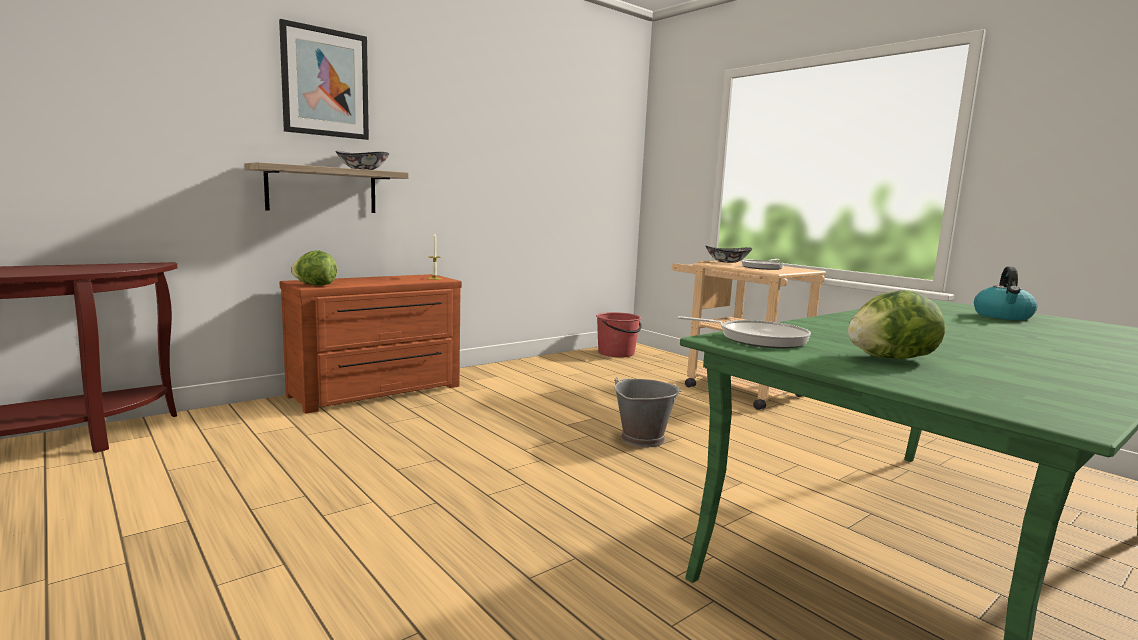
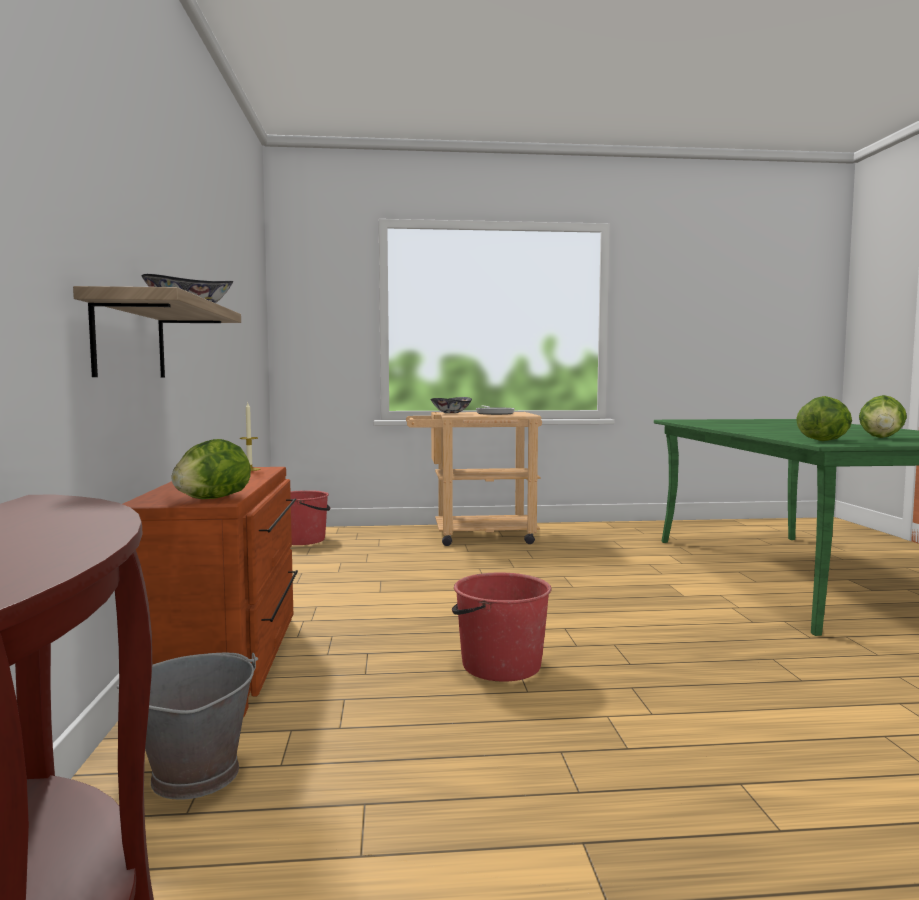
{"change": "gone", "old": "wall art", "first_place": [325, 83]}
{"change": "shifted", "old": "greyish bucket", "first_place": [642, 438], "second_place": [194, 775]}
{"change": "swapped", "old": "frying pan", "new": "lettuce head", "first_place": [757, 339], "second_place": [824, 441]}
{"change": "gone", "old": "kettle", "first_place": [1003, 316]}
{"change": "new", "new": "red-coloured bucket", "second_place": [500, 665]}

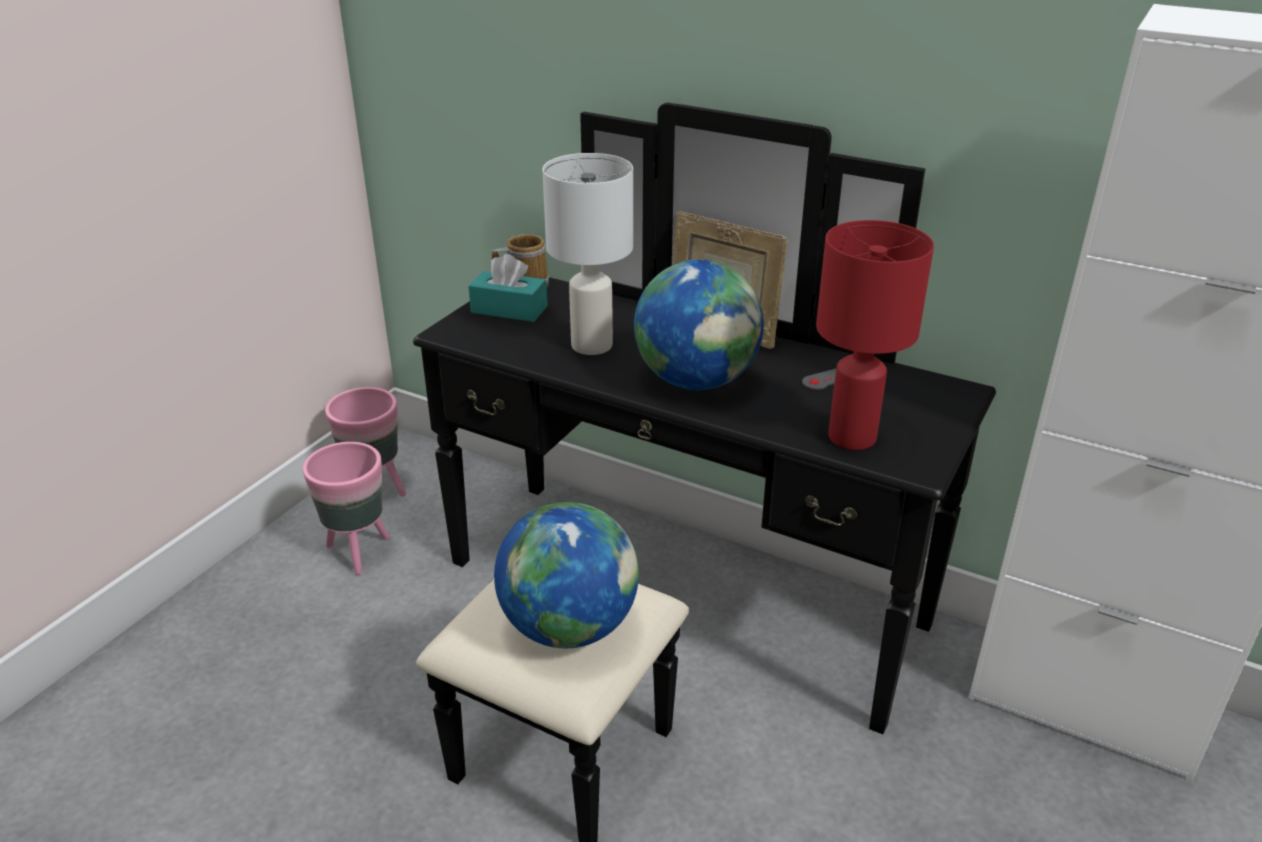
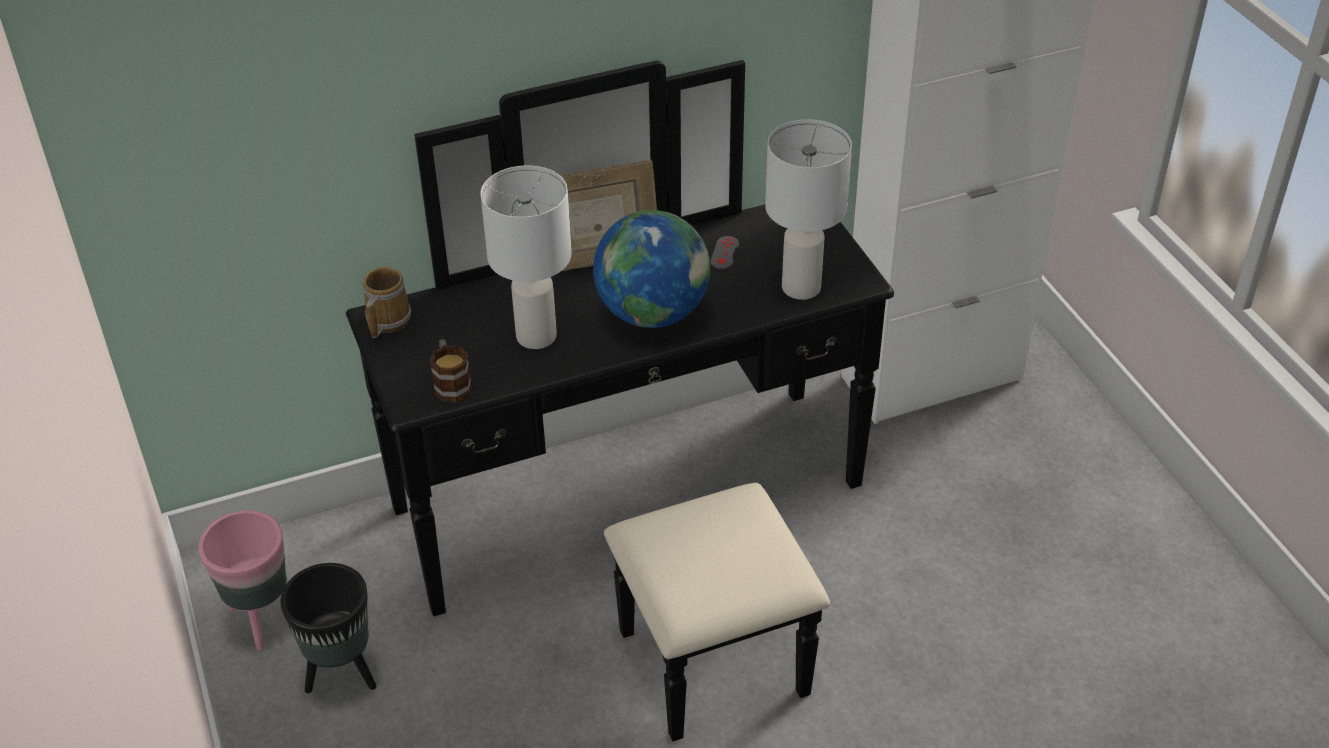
{"change": "repainted", "old": "pinkish plant pot", "new": "black plant pot", "first_place": [359, 552], "second_place": [343, 673]}
{"change": "gone", "old": "turquoise tissue box", "first_place": [509, 309]}
{"change": "gone", "old": "globe", "first_place": [569, 627]}
{"change": "repainted", "old": "red-coloured tabletop lamp", "new": "whitish tabletop lamp", "first_place": [852, 436], "second_place": [800, 286]}
{"change": "new", "new": "mug", "second_place": [451, 384]}

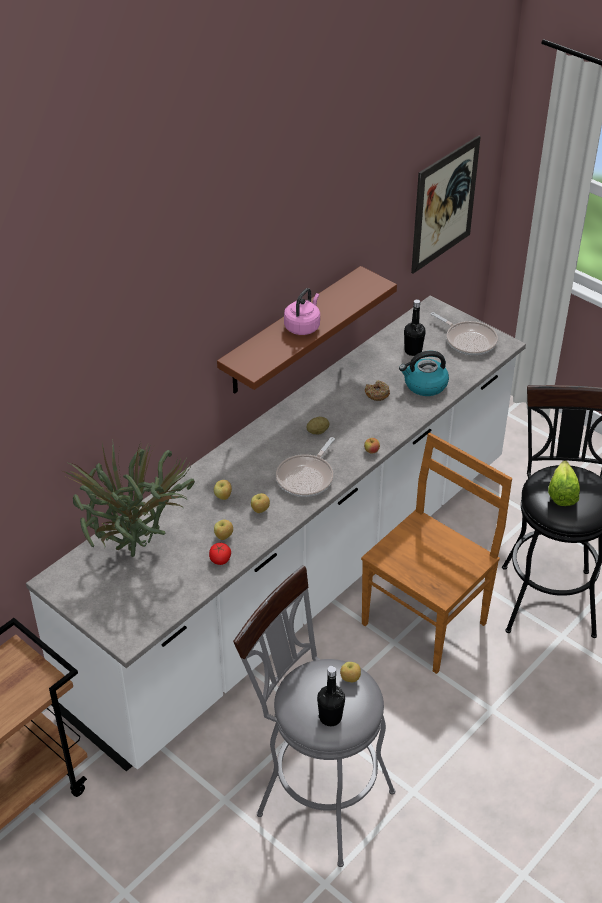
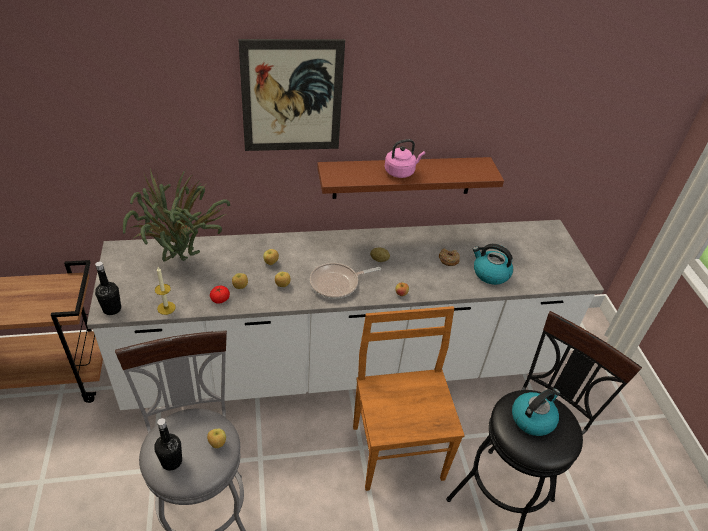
{"change": "rotated", "old": "brown upright chair", "first_place": [426, 621], "second_place": [397, 449], "degrees": -90}
{"change": "shifted", "old": "black beverage bottle", "first_place": [413, 351], "second_place": [112, 309]}
{"change": "shifted", "old": "wall art", "first_place": [444, 204], "second_place": [292, 97]}
{"change": "gone", "old": "frying pan", "first_place": [468, 340]}
{"change": "swapped", "old": "lettuce head", "new": "kettle", "first_place": [563, 491], "second_place": [532, 418]}
{"change": "new", "new": "wax candle", "second_place": [166, 308]}

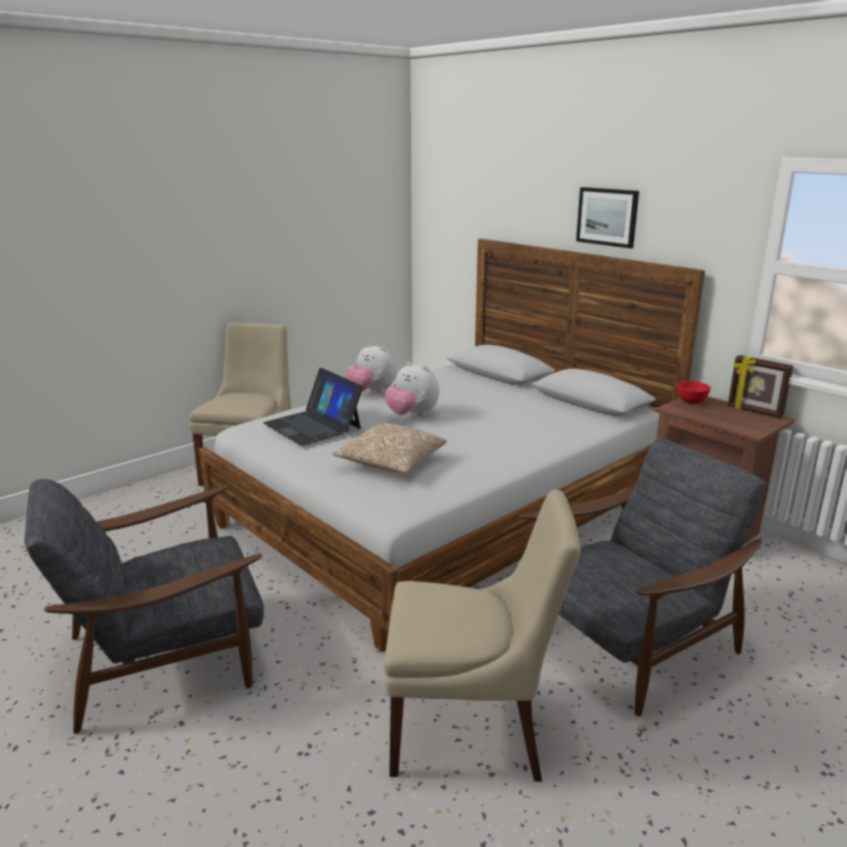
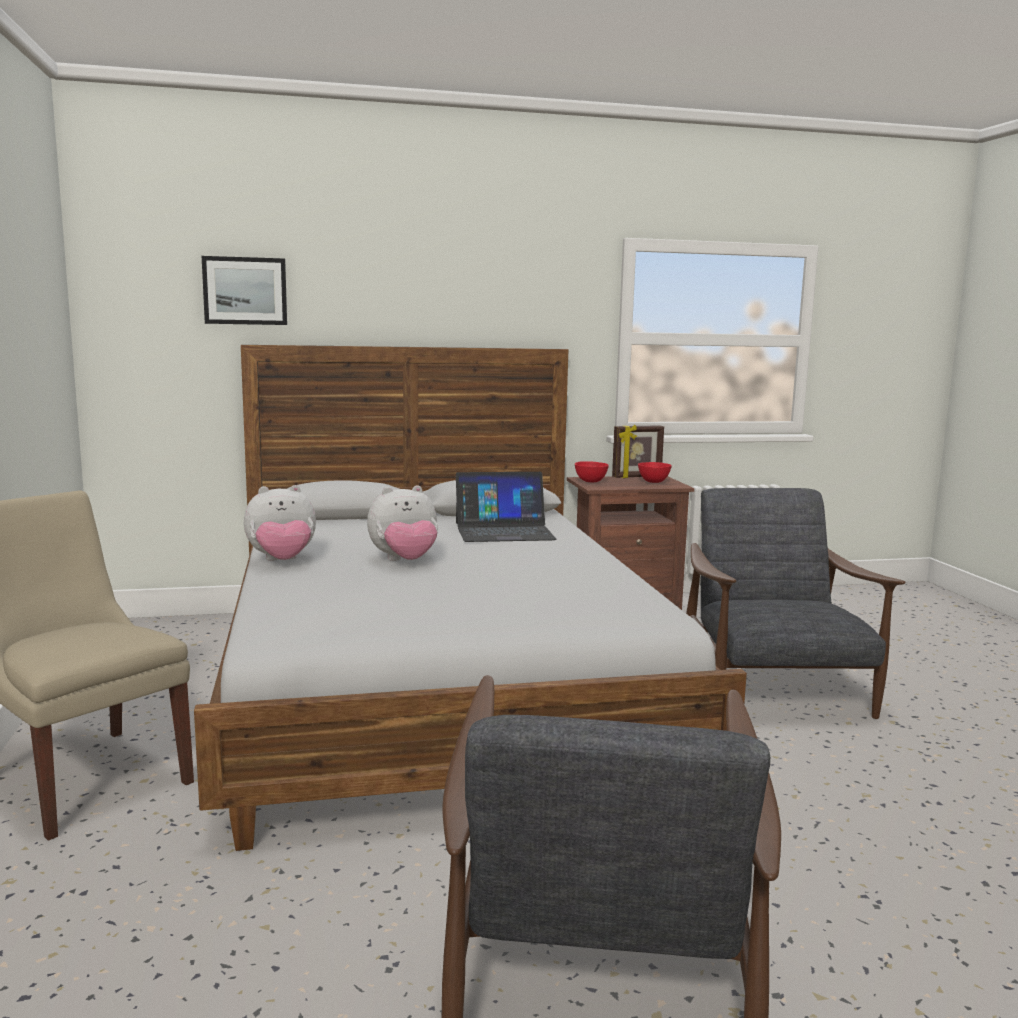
{"change": "shifted", "old": "laptop", "first_place": [313, 425], "second_place": [504, 531]}
{"change": "gone", "old": "cushion", "first_place": [391, 463]}
{"change": "gone", "old": "beige upright chair", "first_place": [472, 729]}
{"change": "shifted", "old": "wall art", "first_place": [607, 217], "second_place": [245, 291]}
{"change": "new", "new": "red-coloured serving bowl", "second_place": [653, 482]}

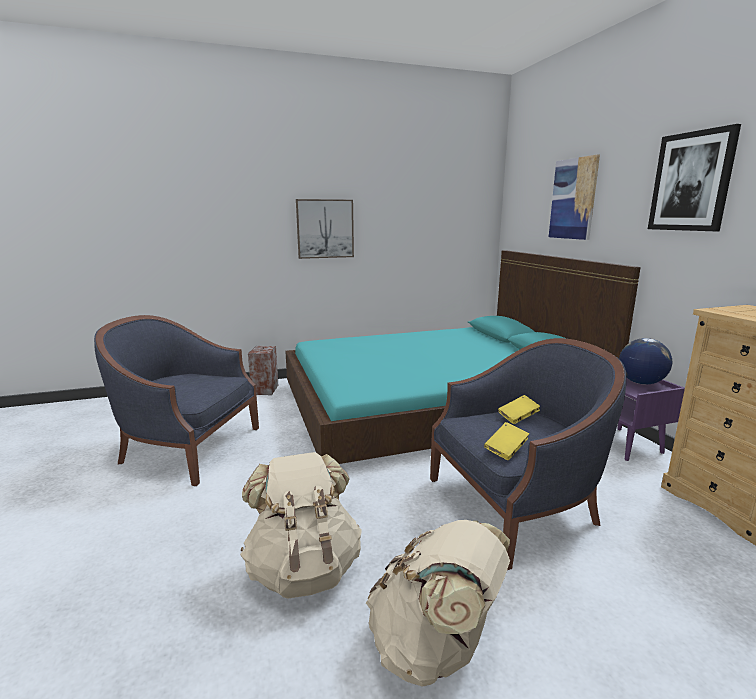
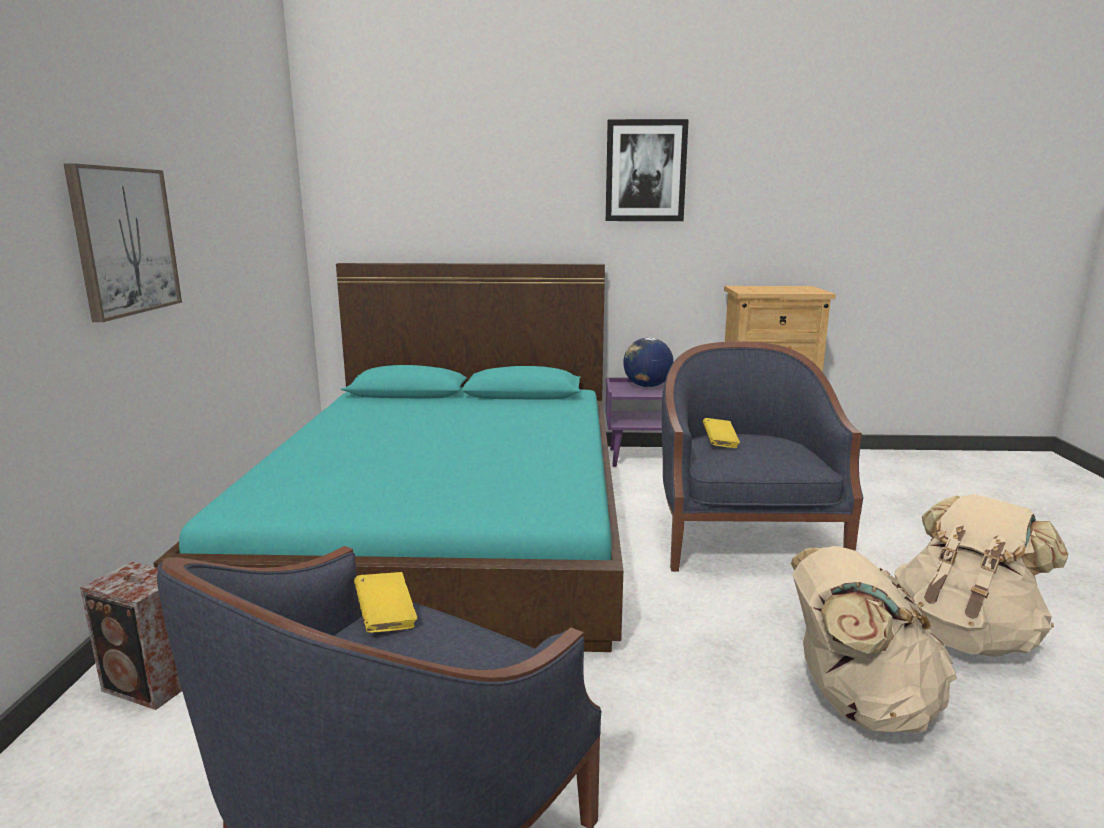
{"change": "shifted", "old": "yellow bound book", "first_place": [506, 450], "second_place": [386, 618]}
{"change": "gone", "old": "wall art", "first_place": [573, 199]}

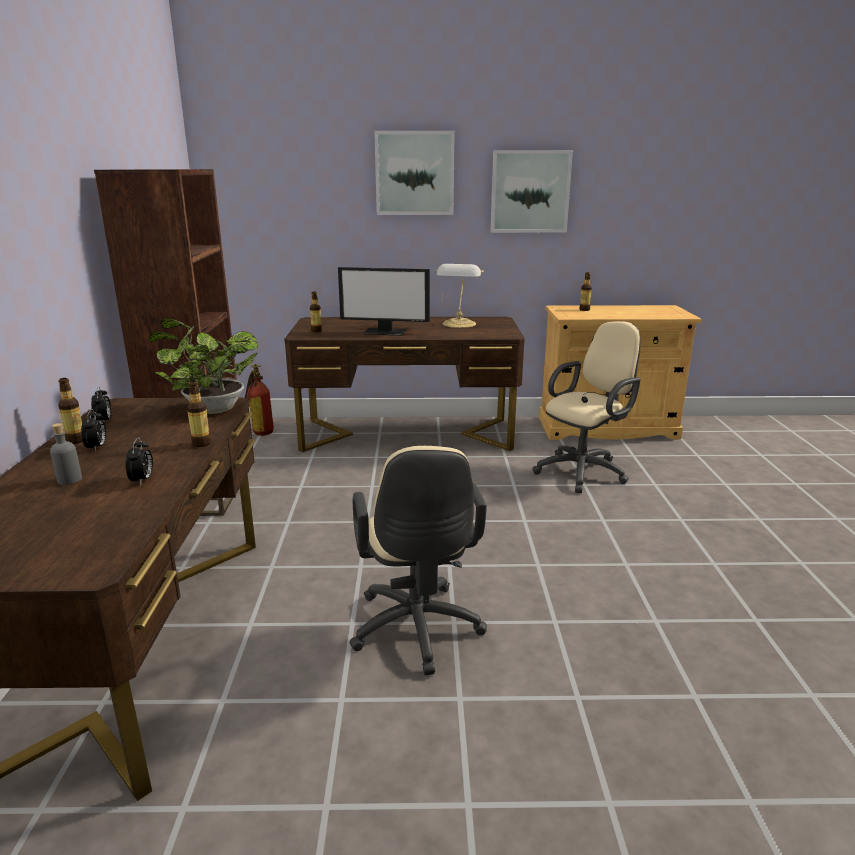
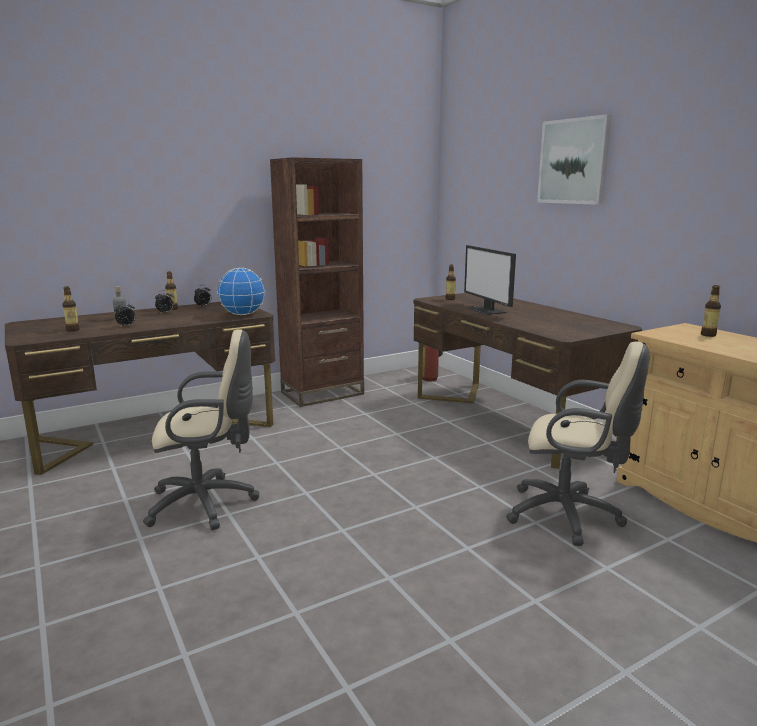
{"change": "swapped", "old": "potted plant", "new": "globe", "first_place": [211, 409], "second_place": [242, 314]}
{"change": "shifted", "old": "beverage bottle", "first_place": [201, 444], "second_place": [73, 330]}
{"change": "rotated", "old": "beige desk chair", "first_place": [417, 632], "second_place": [208, 503], "degrees": -150}
{"change": "gone", "old": "tabletop lamp", "first_place": [459, 324]}
{"change": "gone", "old": "wall art", "first_place": [530, 192]}

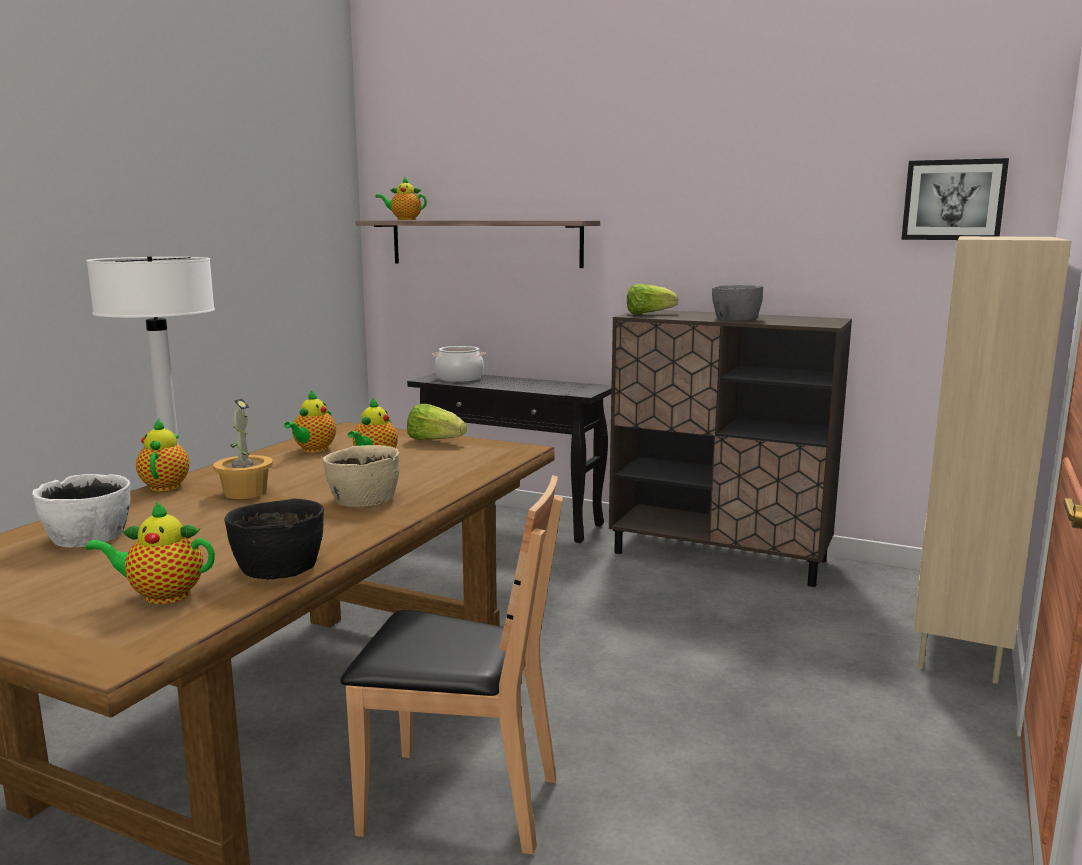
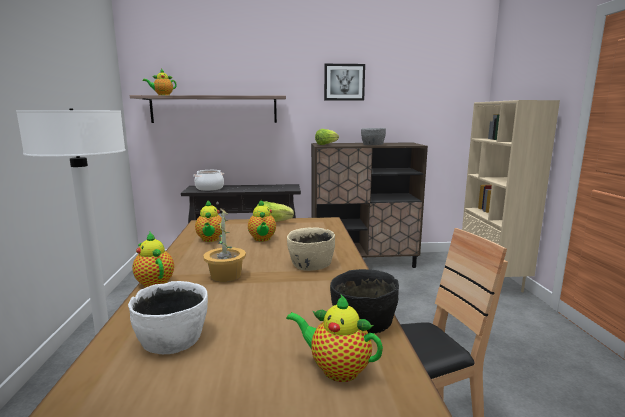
{"change": "rotated", "old": "teapot", "first_place": [162, 595], "second_place": [336, 369], "degrees": 60}
{"change": "shifted", "old": "wall art", "first_place": [953, 200], "second_place": [344, 82]}

